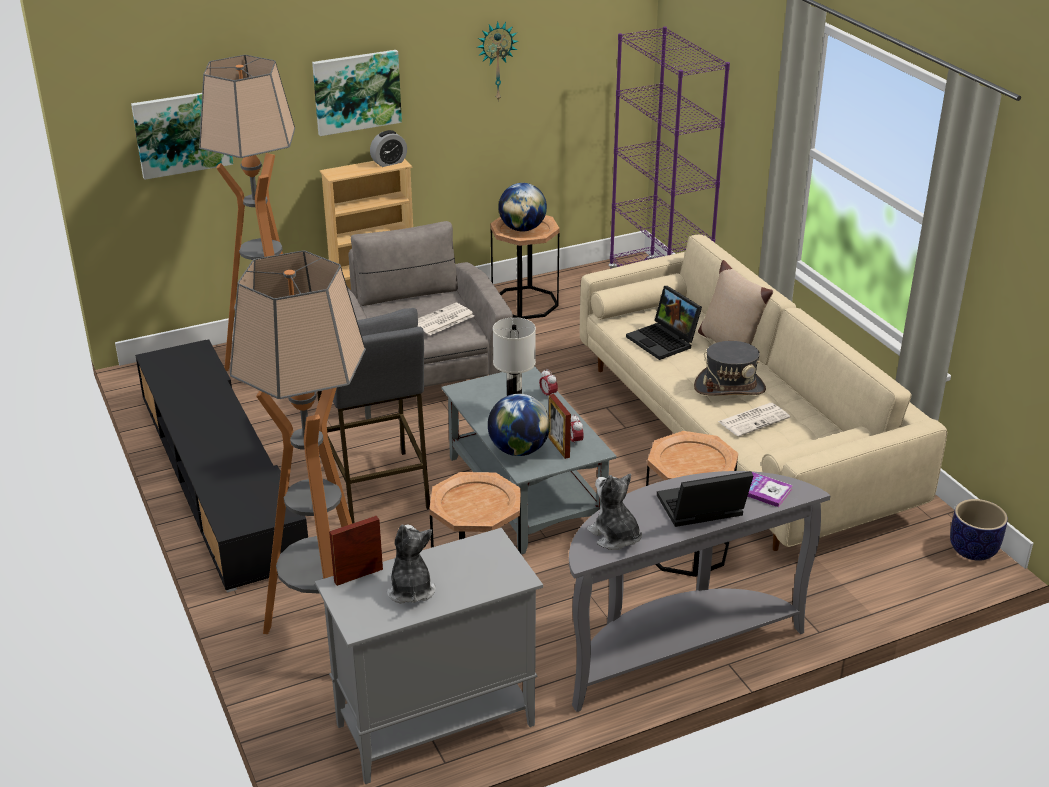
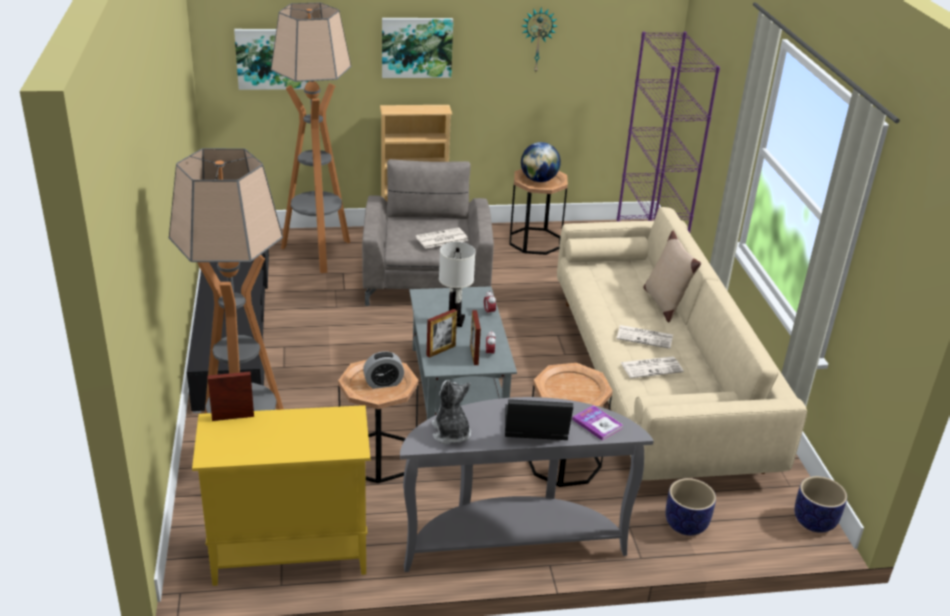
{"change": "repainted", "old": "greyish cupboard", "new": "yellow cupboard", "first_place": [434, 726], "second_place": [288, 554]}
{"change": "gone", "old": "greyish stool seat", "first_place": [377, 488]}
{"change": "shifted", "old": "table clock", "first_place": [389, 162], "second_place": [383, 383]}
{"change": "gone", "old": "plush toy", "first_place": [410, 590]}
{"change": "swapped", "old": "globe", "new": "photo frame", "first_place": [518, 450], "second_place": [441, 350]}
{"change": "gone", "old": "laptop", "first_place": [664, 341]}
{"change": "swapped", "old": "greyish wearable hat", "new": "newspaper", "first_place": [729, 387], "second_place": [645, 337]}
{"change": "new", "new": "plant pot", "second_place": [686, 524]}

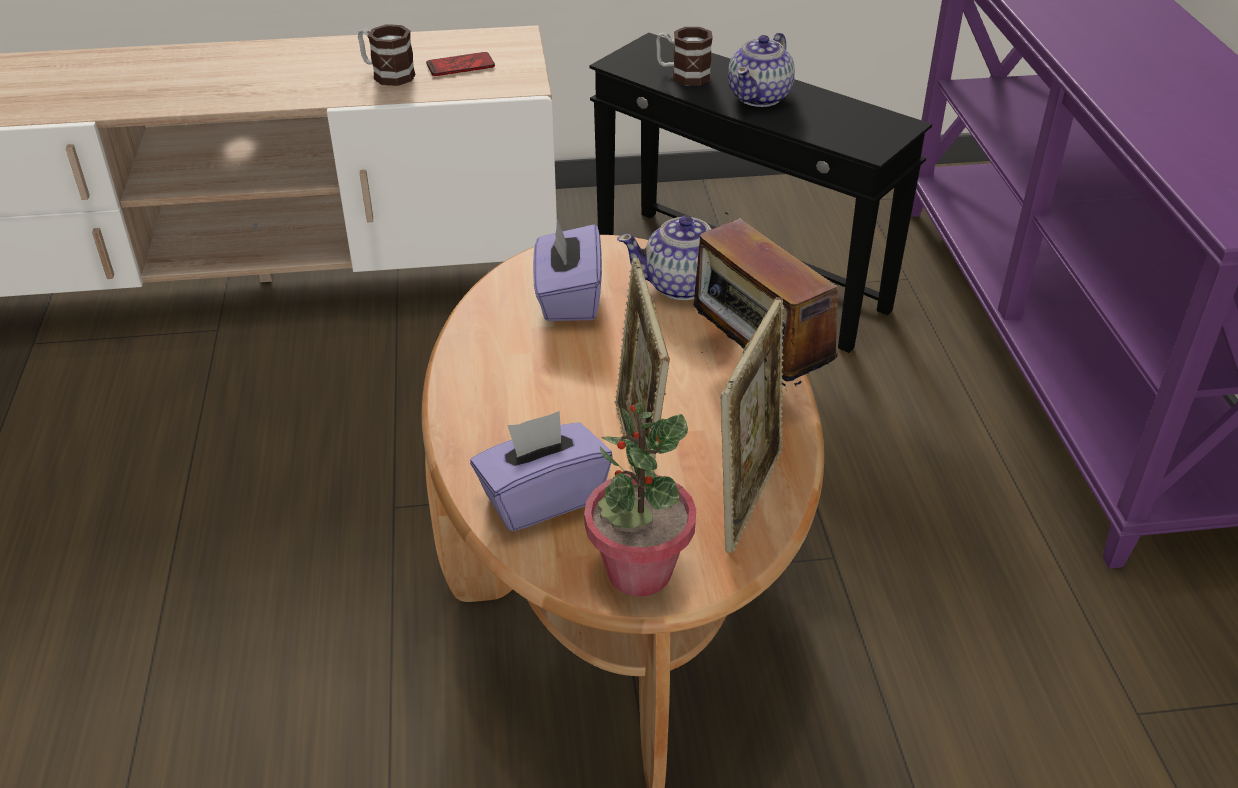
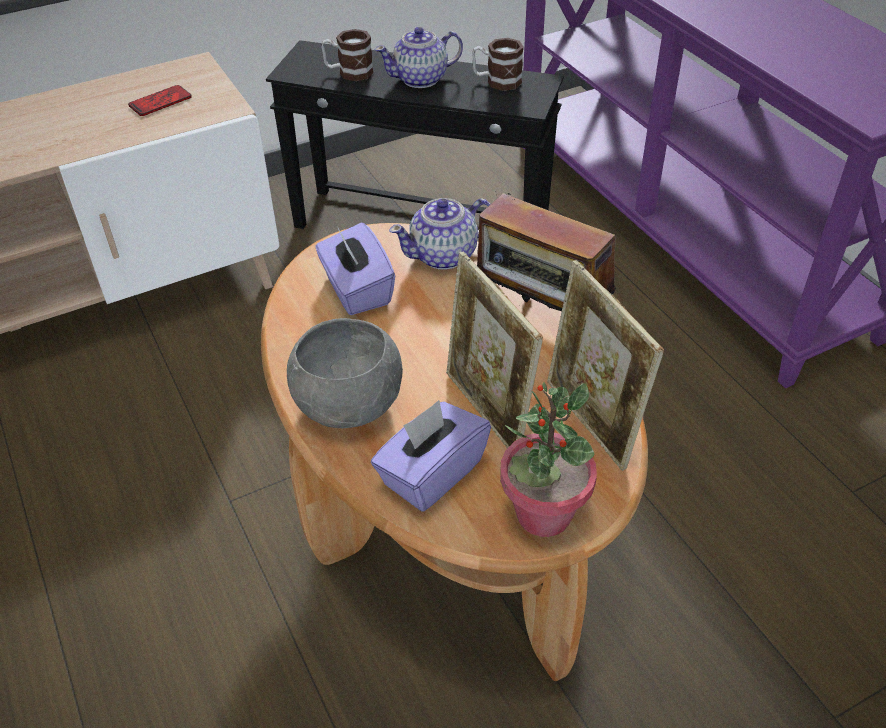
{"change": "shifted", "old": "mug", "first_place": [387, 74], "second_place": [496, 81]}
{"change": "rotated", "old": "photo frame", "first_place": [748, 496], "second_place": [591, 423], "degrees": 150}
{"change": "rotated", "old": "teapot", "first_place": [760, 96], "second_place": [421, 79], "degrees": 60}
{"change": "new", "new": "greyish serving bowl", "second_place": [350, 403]}

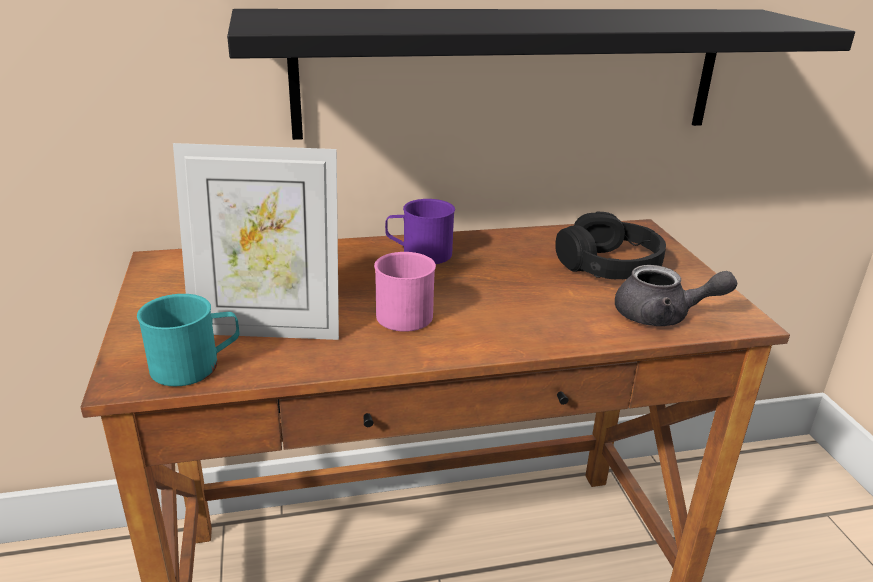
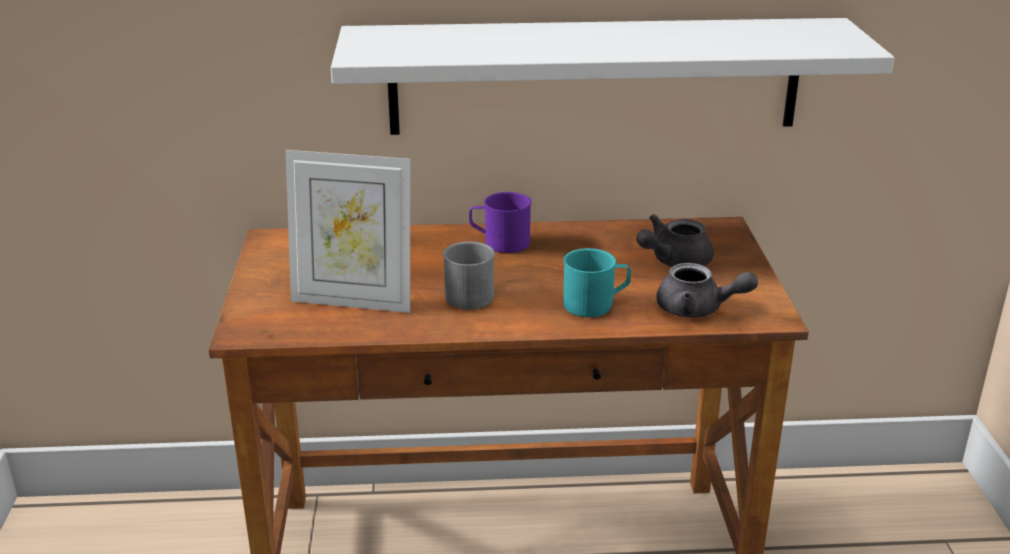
{"change": "shifted", "old": "turquoise mug", "first_place": [196, 365], "second_place": [596, 303]}
{"change": "repainted", "old": "black bracket shelf", "new": "whitish bracket shelf", "first_place": [512, 72], "second_place": [594, 76]}
{"change": "repainted", "old": "pinkish mug", "new": "greyish mug", "first_place": [407, 312], "second_place": [473, 293]}
{"change": "swapped", "old": "black headset", "new": "greyish teapot", "first_place": [608, 265], "second_place": [673, 261]}

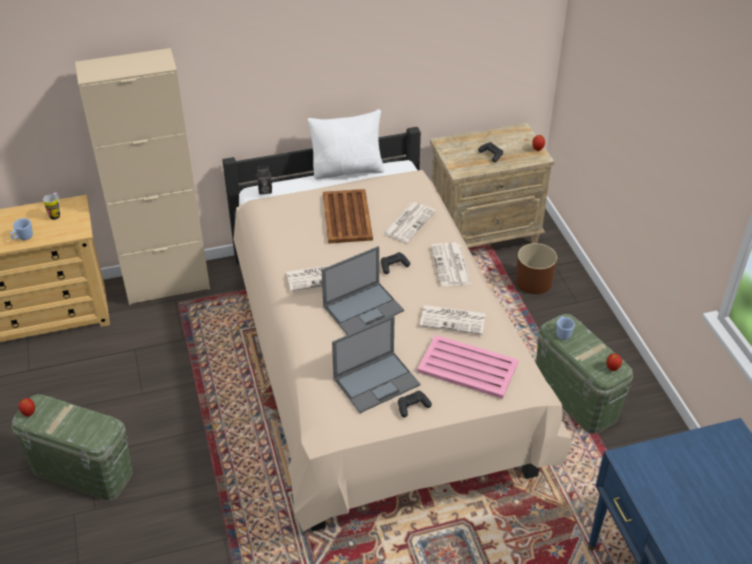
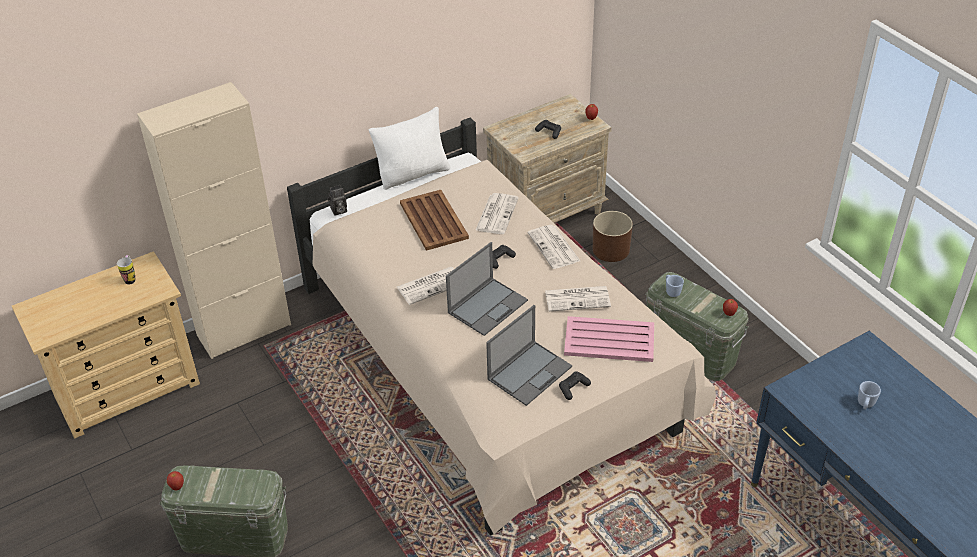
{"change": "shifted", "old": "blue mug", "first_place": [23, 238], "second_place": [865, 404]}

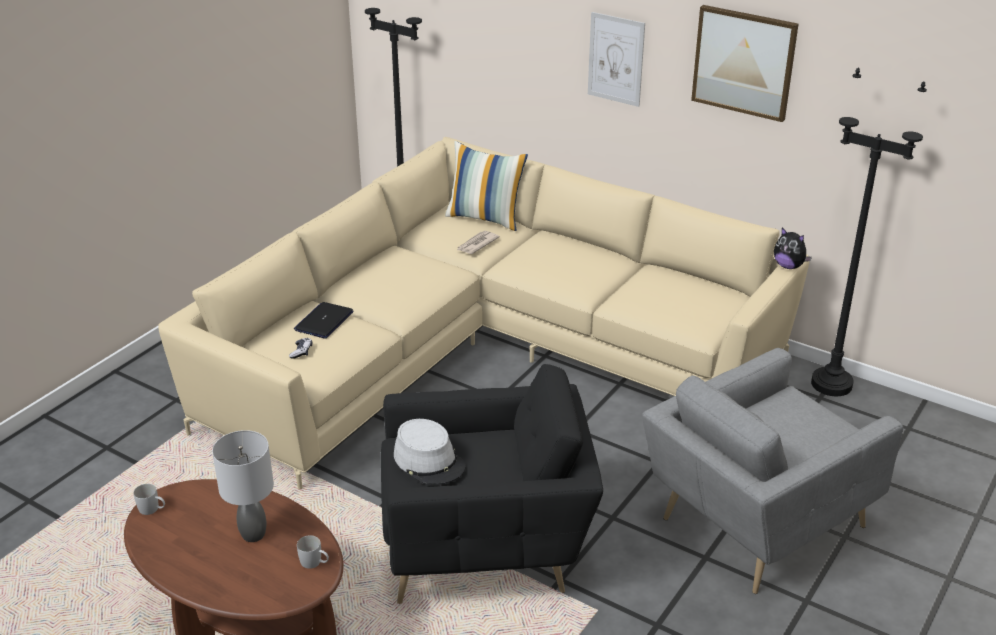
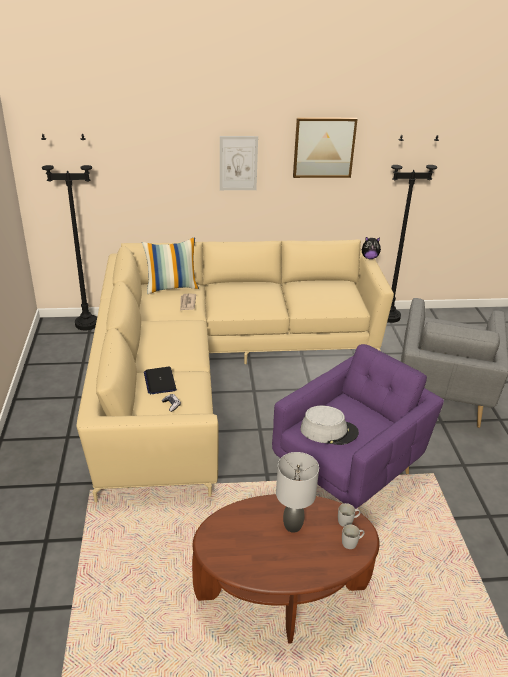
{"change": "shifted", "old": "whitish mug", "first_place": [152, 509], "second_place": [352, 542]}
{"change": "repainted", "old": "black lounge chair", "new": "purplish lounge chair", "first_place": [486, 550], "second_place": [349, 473]}

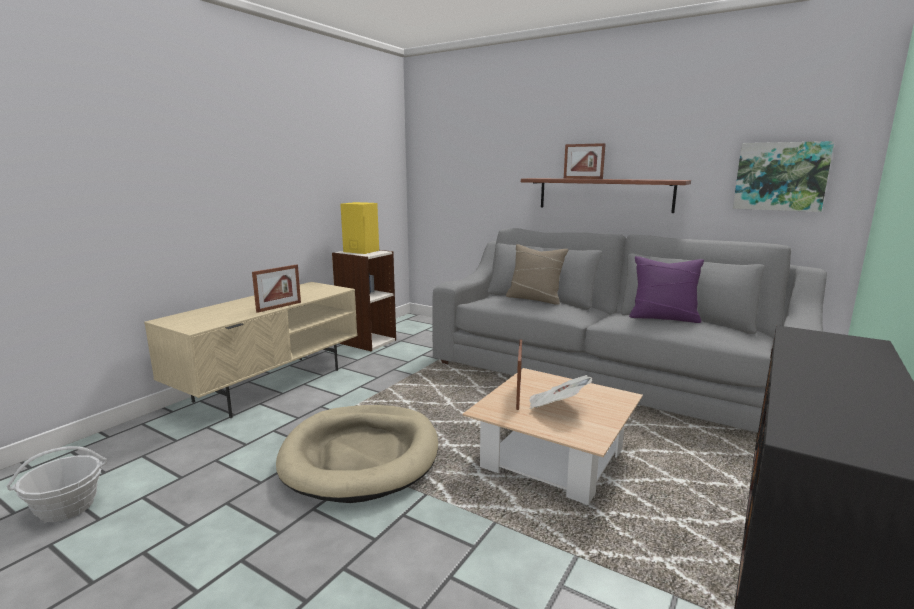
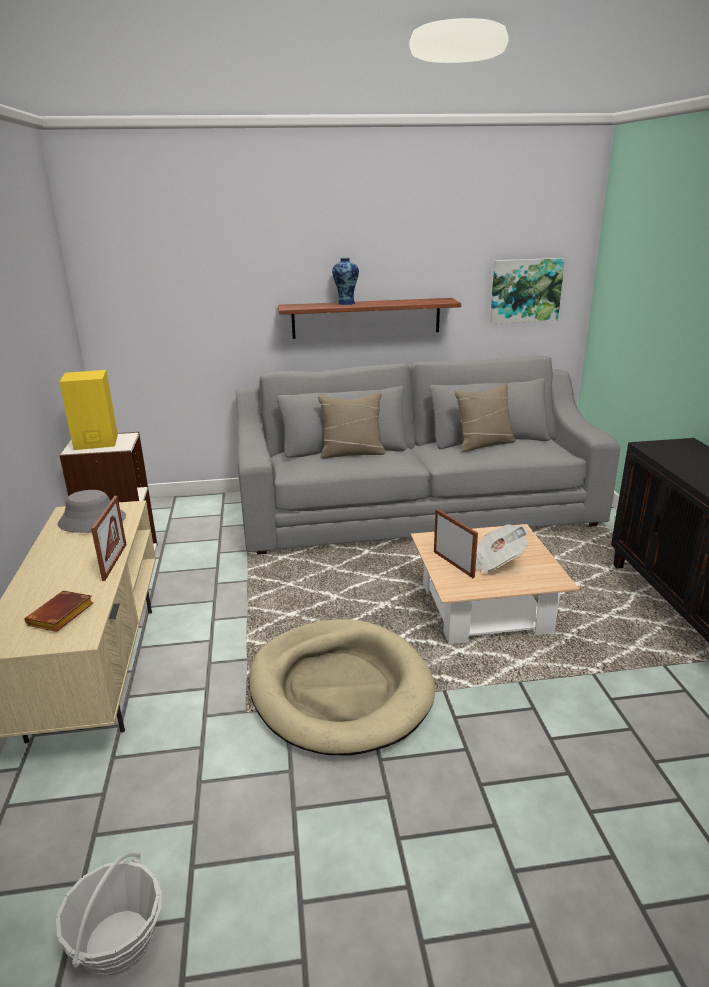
{"change": "swapped", "old": "photo frame", "new": "flower vase", "first_place": [582, 178], "second_place": [346, 303]}
{"change": "repainted", "old": "purplish cushion", "new": "beige cushion", "first_place": [663, 317], "second_place": [484, 444]}
{"change": "new", "new": "brown bound book", "second_place": [61, 617]}
{"change": "new", "new": "greyish wearable hat", "second_place": [92, 521]}

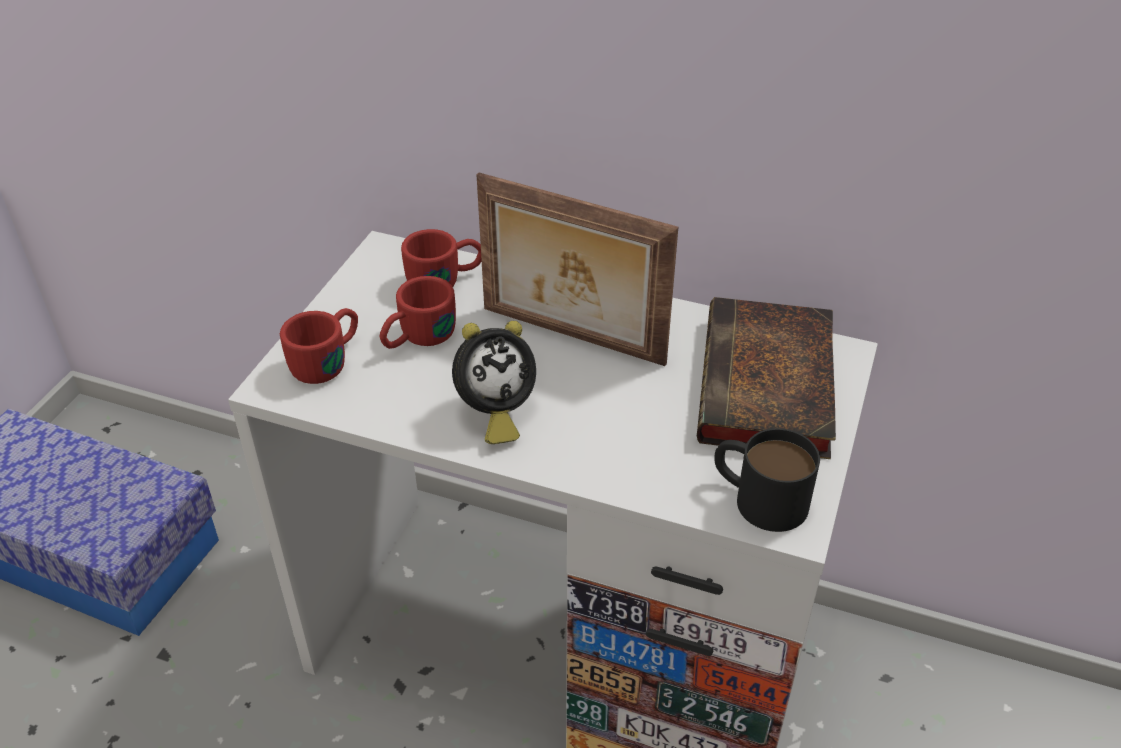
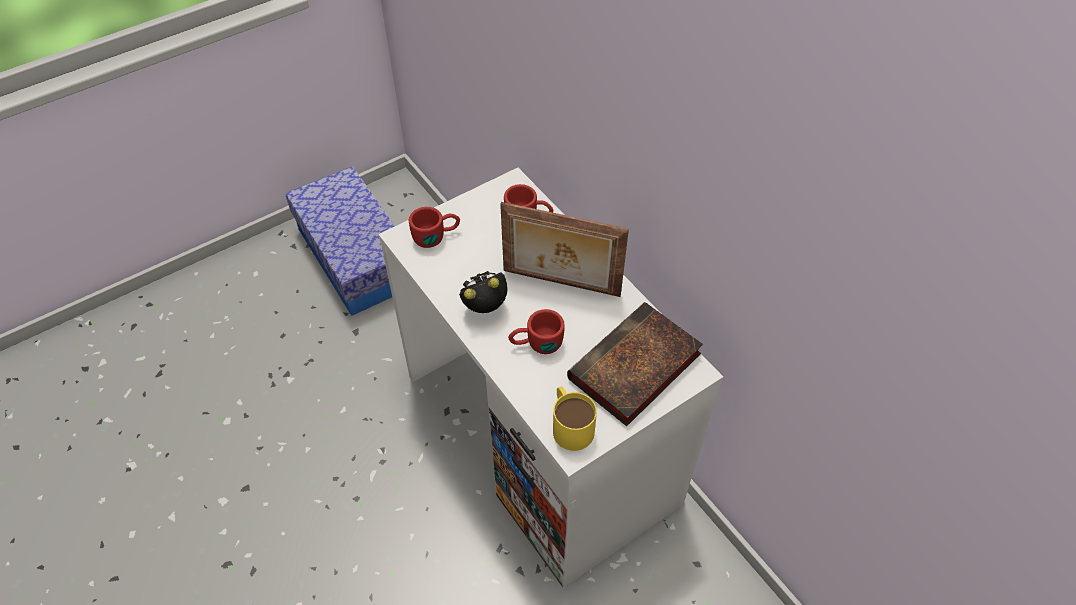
{"change": "shifted", "old": "red-coloured mug", "first_place": [417, 339], "second_place": [536, 343]}
{"change": "rotated", "old": "table clock", "first_place": [494, 414], "second_place": [486, 307], "degrees": 150}
{"change": "rotated", "old": "photo frame", "first_place": [571, 337], "second_place": [560, 284], "degrees": -45}
{"change": "repainted", "old": "black mug", "new": "yellow mug", "first_place": [758, 497], "second_place": [570, 424]}

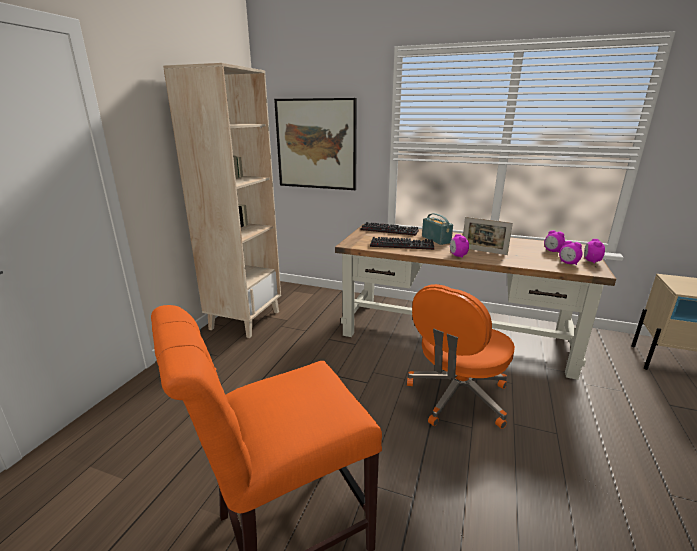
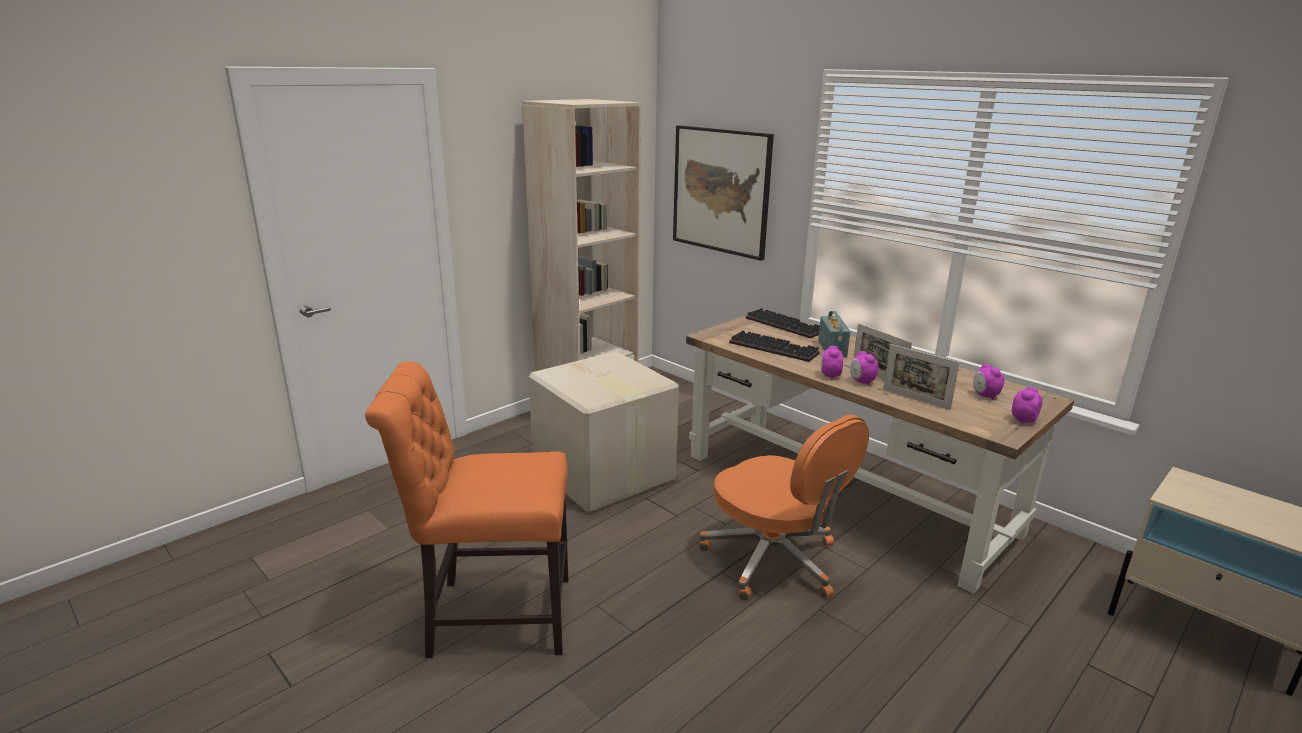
{"change": "rotated", "old": "orangey desk chair", "first_place": [457, 397], "second_place": [774, 561], "degrees": -105}
{"change": "shifted", "old": "table clock", "first_place": [568, 263], "second_place": [861, 382]}
{"change": "new", "new": "packing box", "second_place": [603, 475]}
{"change": "new", "new": "photo frame", "second_place": [915, 399]}

